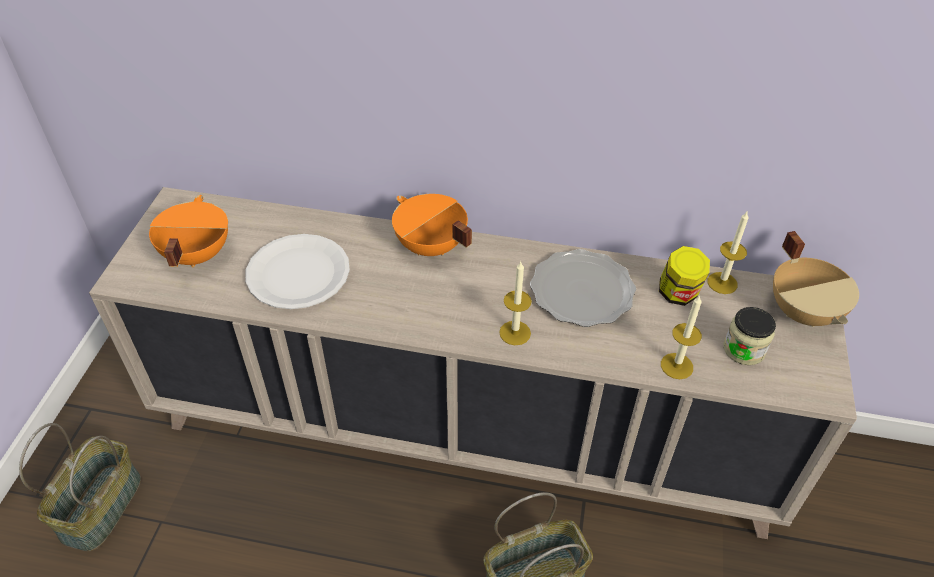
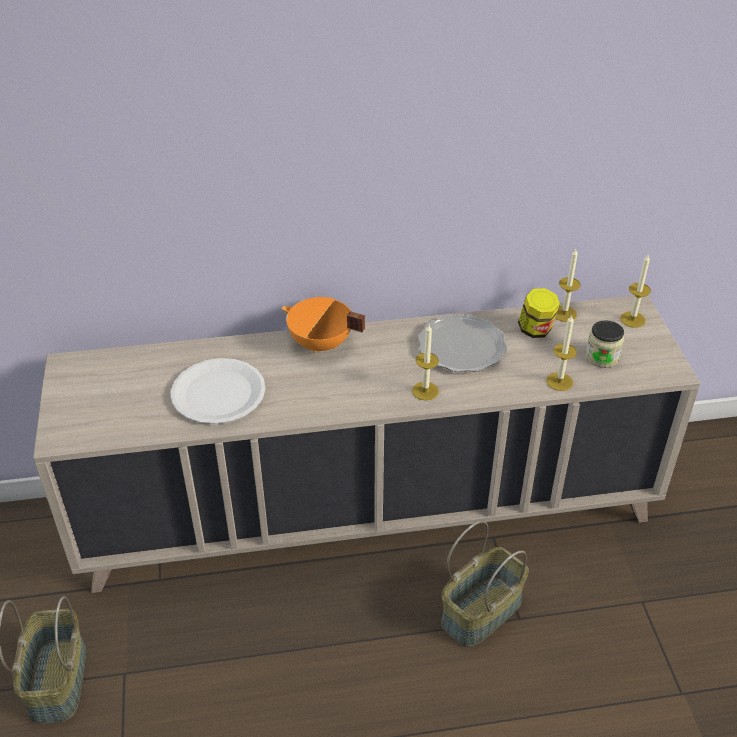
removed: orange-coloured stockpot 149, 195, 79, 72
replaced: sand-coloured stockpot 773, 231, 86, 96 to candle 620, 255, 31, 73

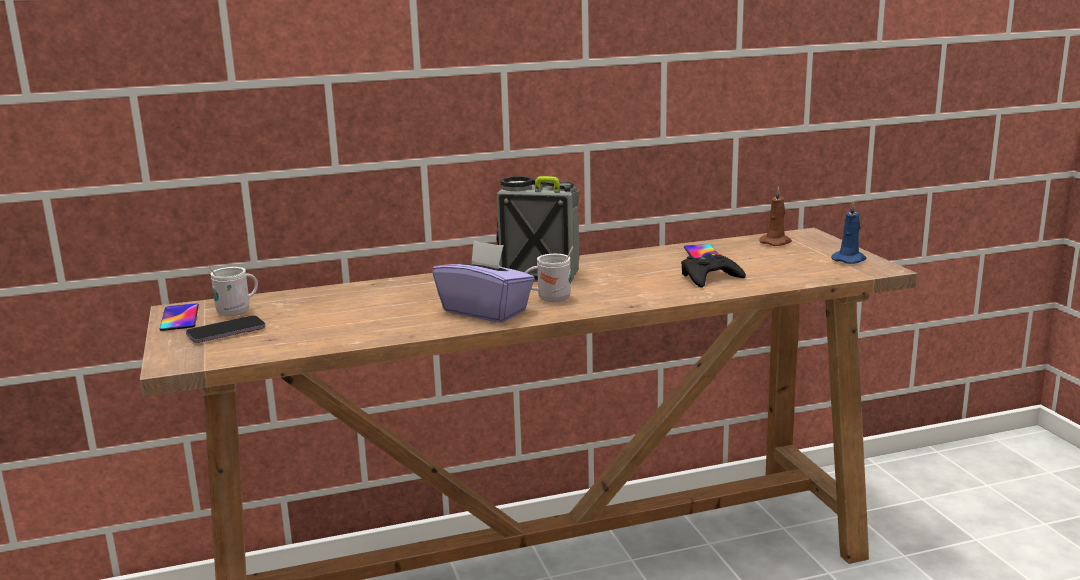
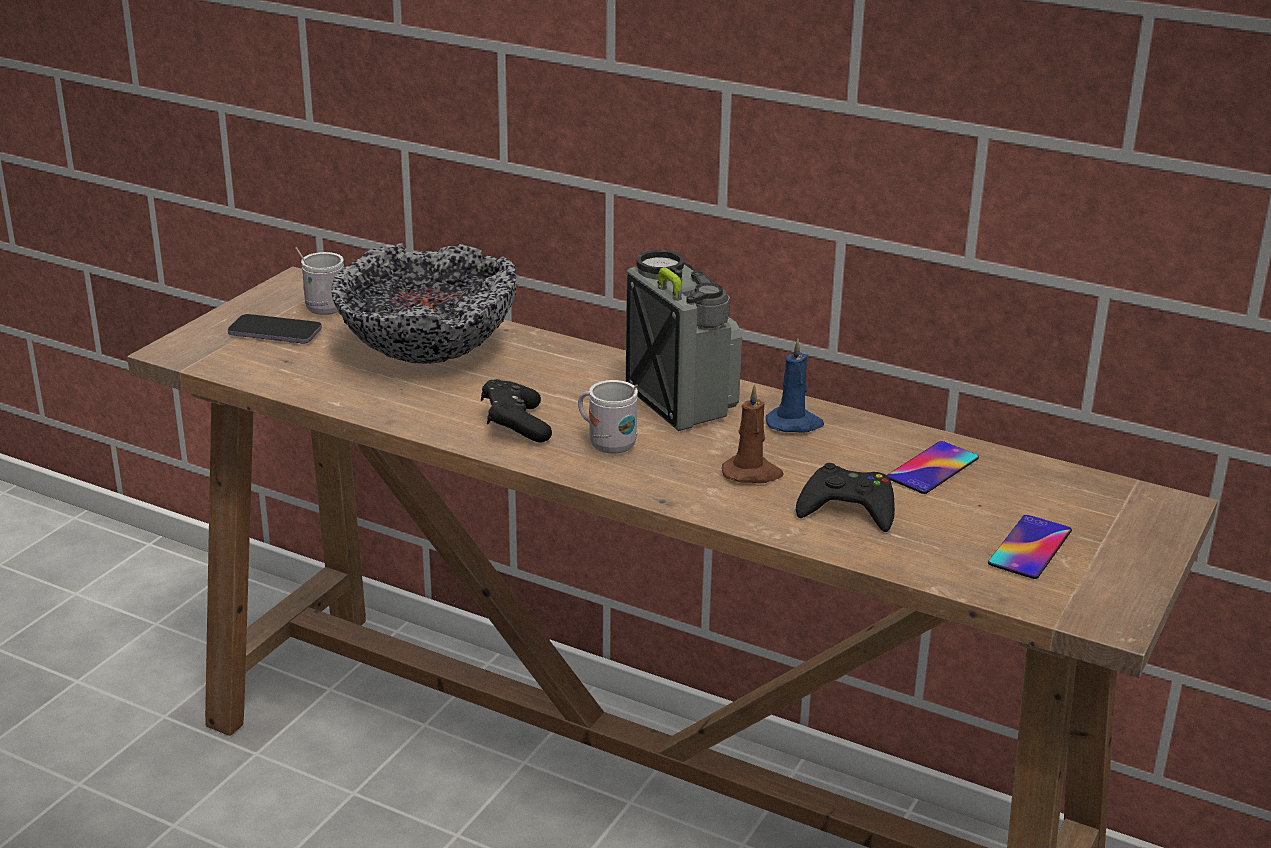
added: serving bowl 331, 243, 185, 121
moved: telephone 160, 303, 39, 28 to 988, 515, 84, 64; brown-coloured candle 759, 186, 33, 60 to 722, 384, 61, 99; blue candle 831, 200, 35, 64 to 766, 339, 58, 94
replaced: purplish box of tissues 432, 240, 103, 83 to blackish gamepad 481, 379, 71, 64

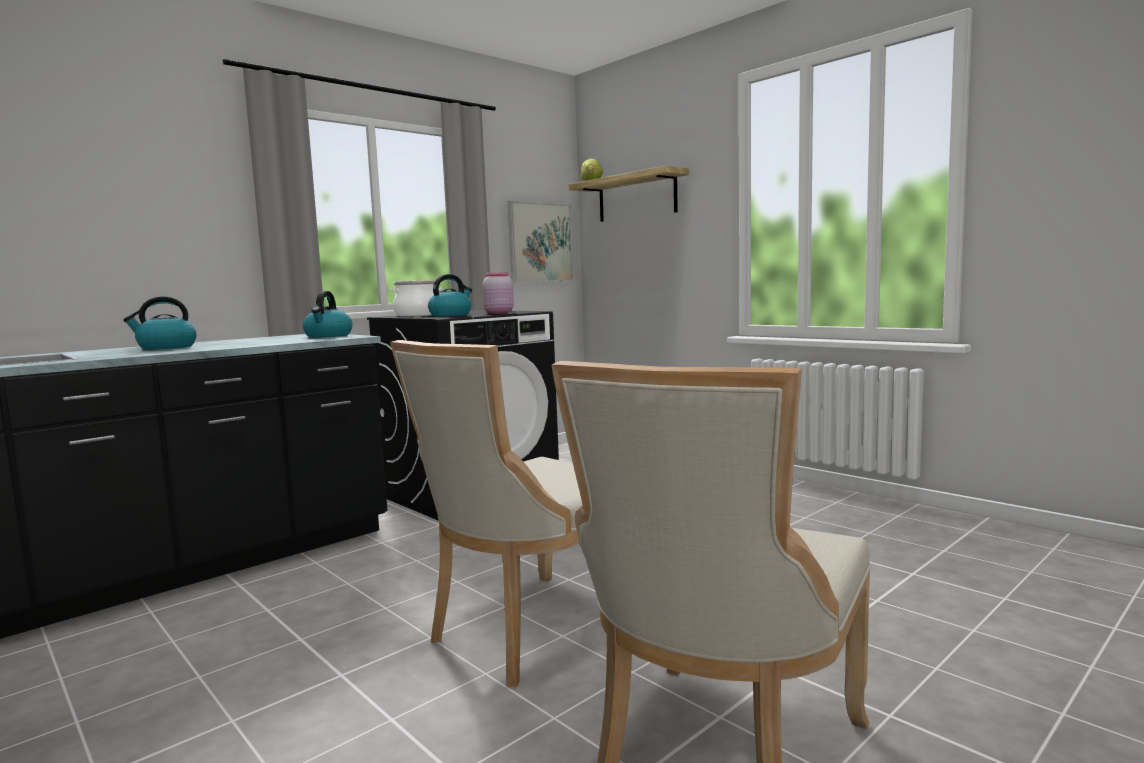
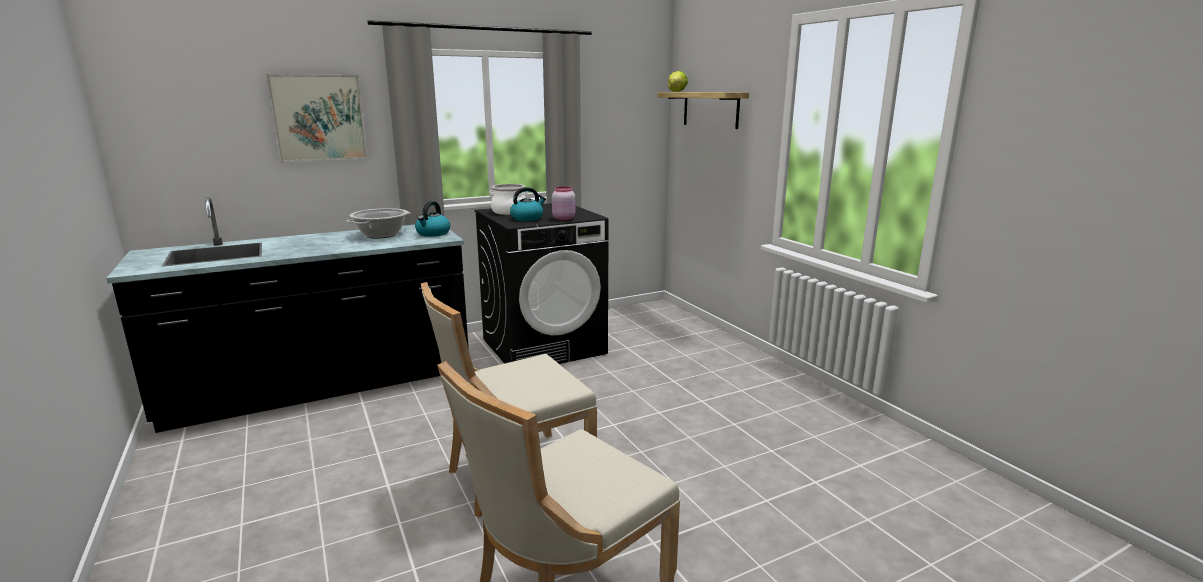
removed: kettle 123, 297, 74, 53
added: stockpot 346, 208, 65, 30
moved: picture 508, 201, 65, 82 to 266, 74, 102, 88

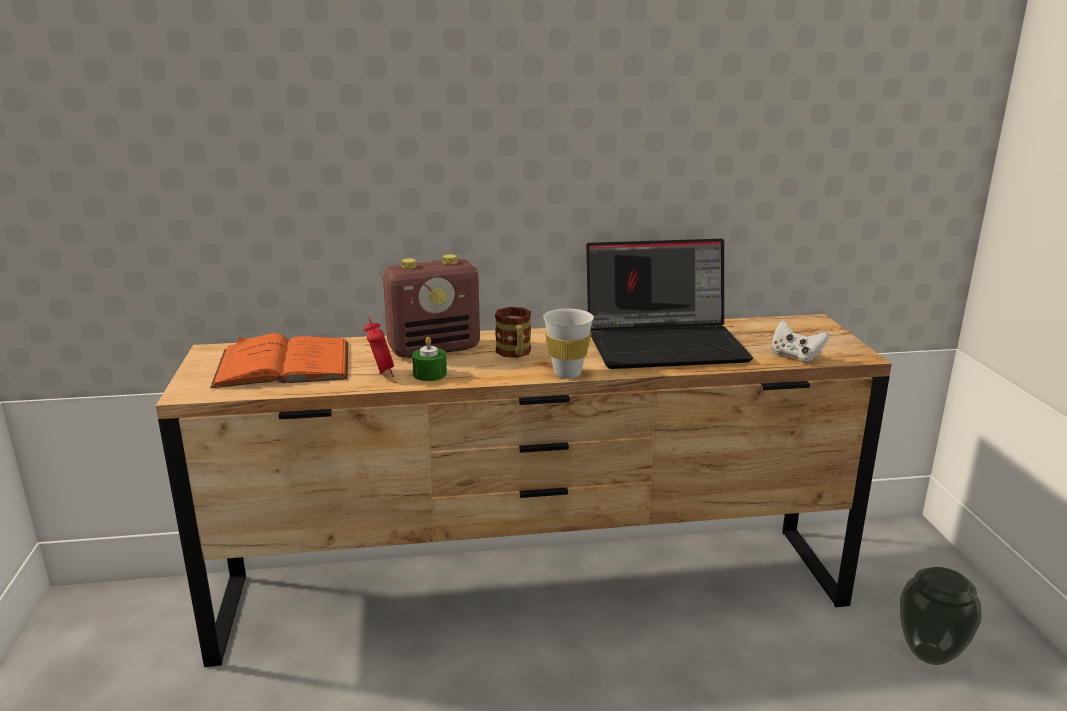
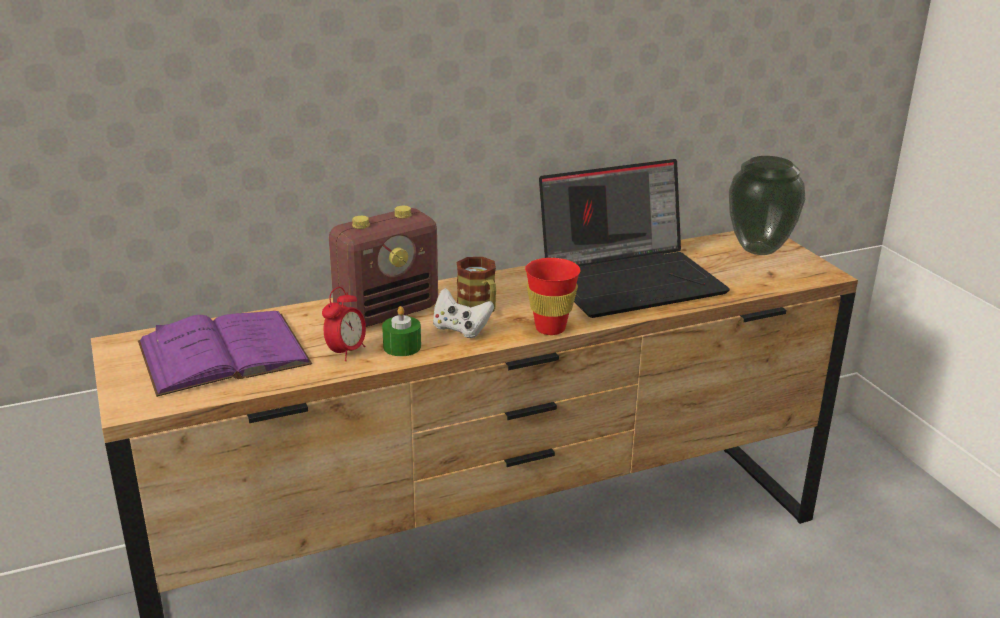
moved: whitish gamepad 771, 320, 58, 43 to 433, 288, 61, 50; decorative vase 900, 567, 82, 98 to 729, 156, 76, 99
recoloured: orange-coloured volume 210, 333, 138, 56 to purplish volume 138, 311, 174, 86; whitish cup 543, 309, 51, 70 to red cup 525, 258, 55, 77
turned: bedside clock 364, 317, 30, 60 = 322, 287, 44, 74 60 degrees clockwise

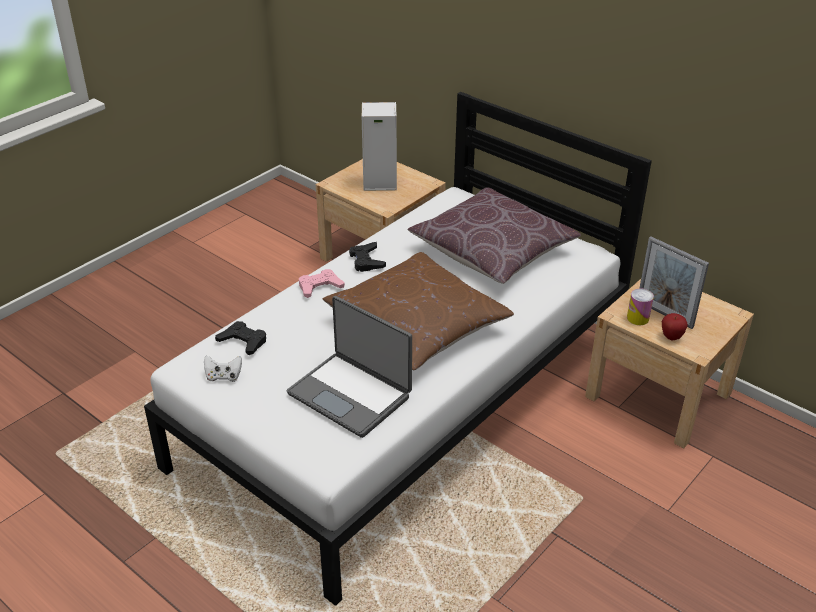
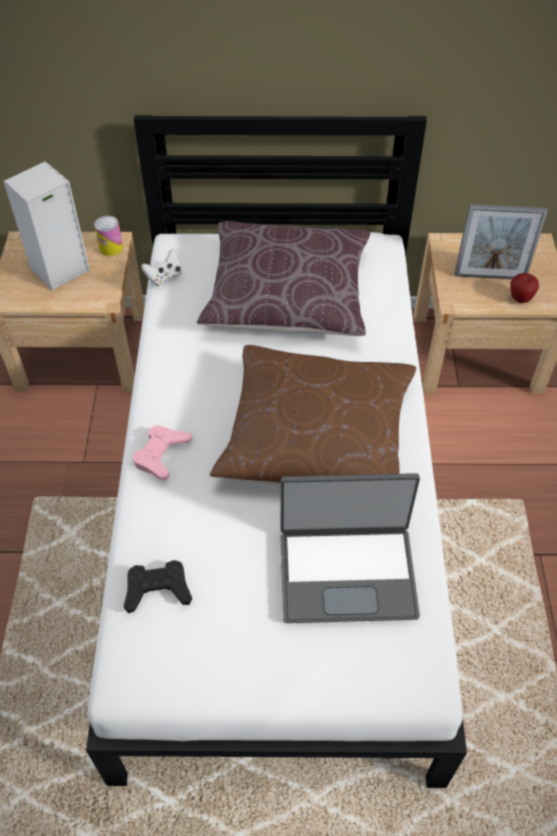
removed: blackish gamepad 349, 242, 37, 30
moved: whitish gamepad 204, 355, 38, 27 to 141, 249, 40, 37; metal can 627, 288, 27, 37 to 94, 216, 29, 40

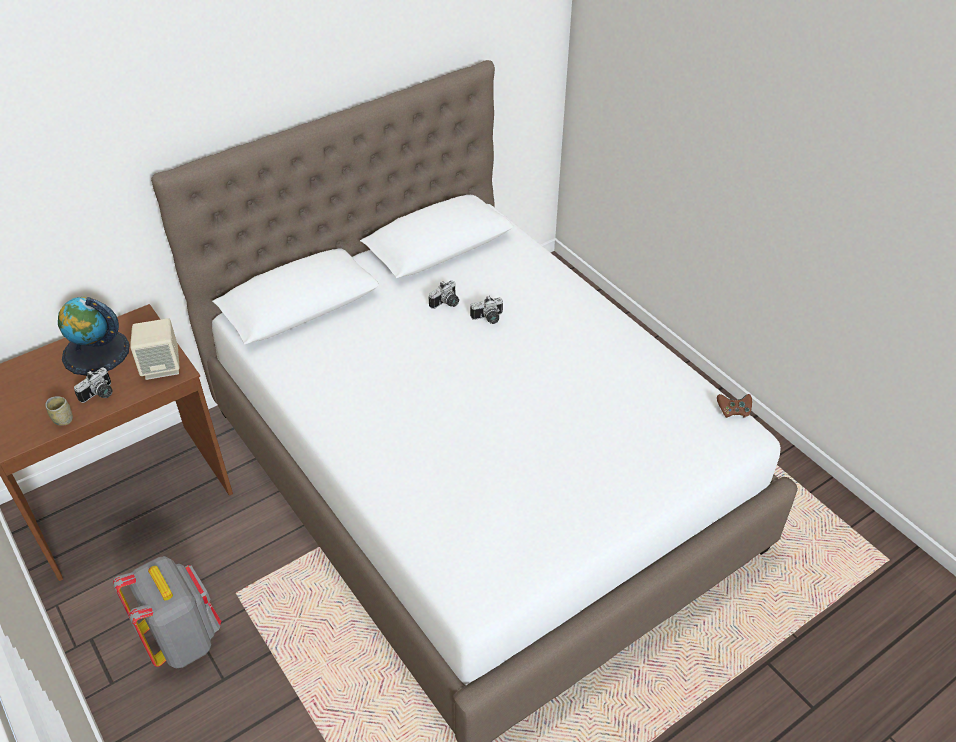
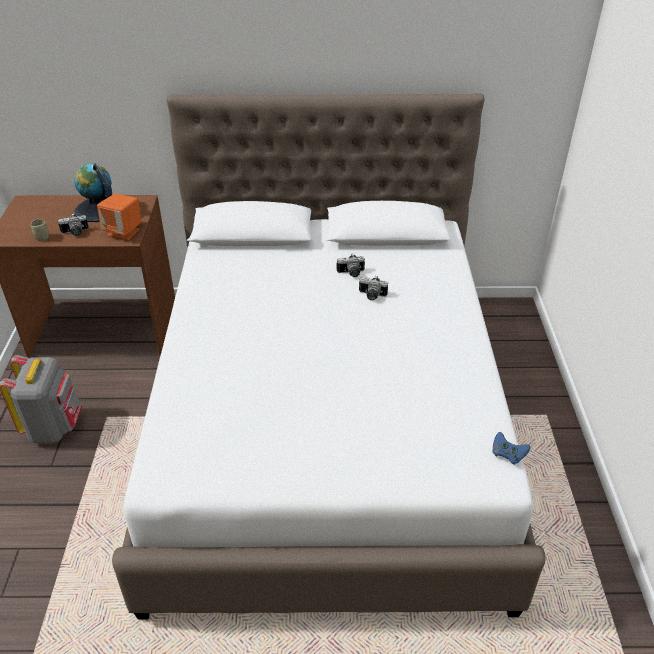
recoloured: sand-coloured loudspeaker 130, 318, 49, 62 to orange-coloured loudspeaker 97, 193, 44, 47; brown-coloured gamepad 717, 394, 35, 24 to blue gamepad 493, 432, 38, 33

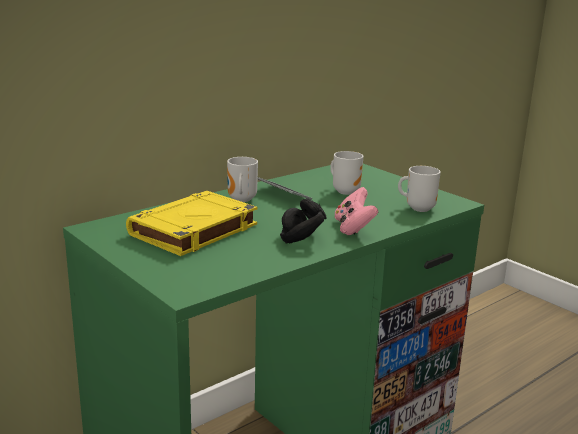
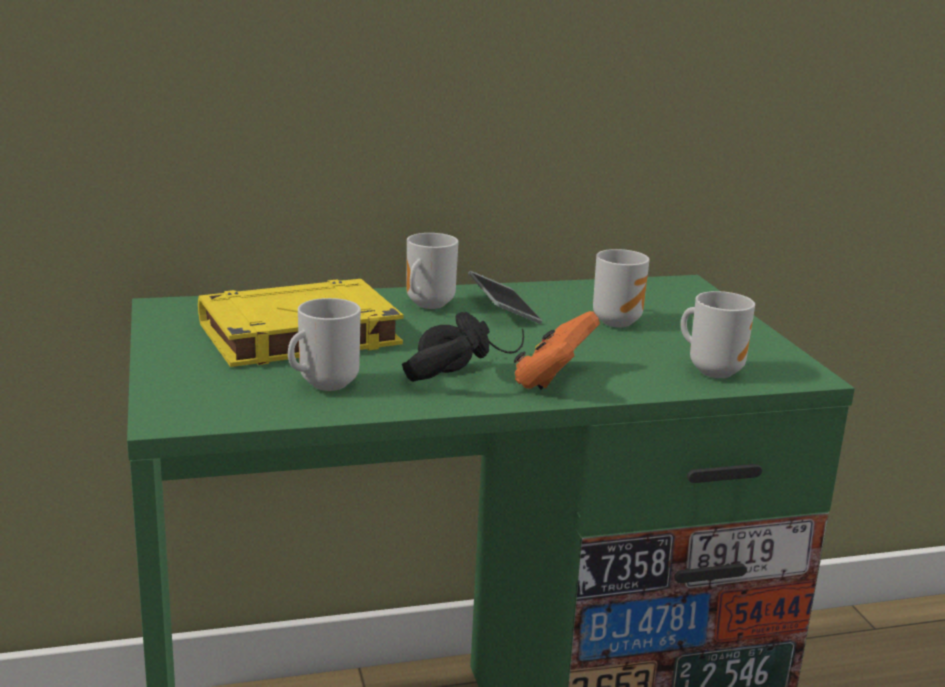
added: coffee mug 288, 298, 73, 93
recoloured: pinkish gamepad 335, 187, 43, 48 to orange-coloured gamepad 514, 311, 86, 79

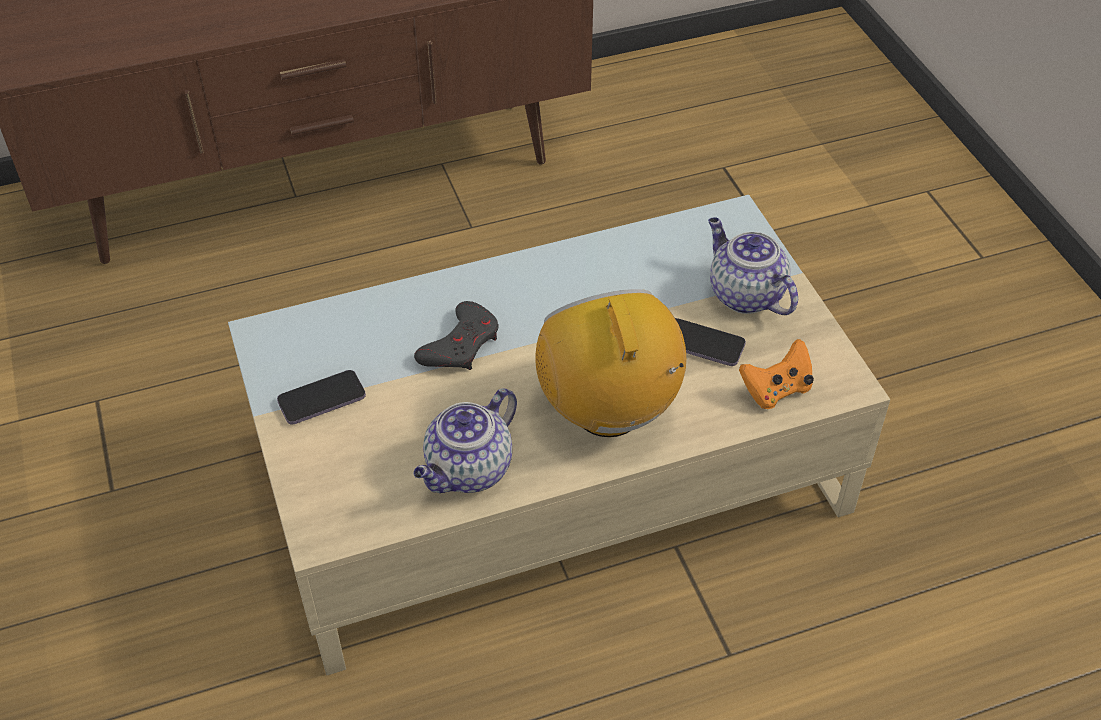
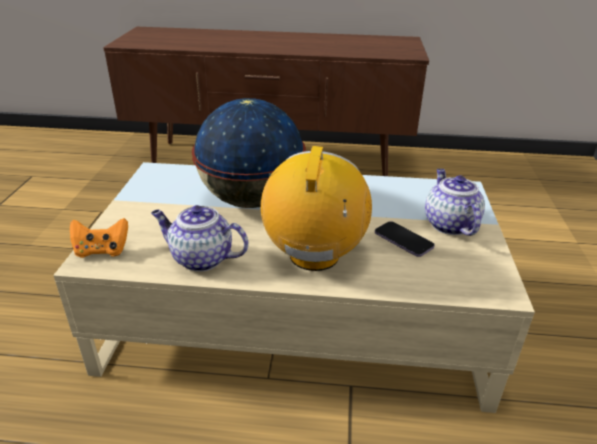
removed: telephone 277, 370, 89, 55
moved: orange-coloured gamepad 739, 339, 75, 70 to 70, 218, 58, 40
replaced: greyish gamepad 414, 301, 85, 69 to desk globe 192, 98, 114, 110
turned: tea pot 414, 388, 103, 105 = 151, 205, 97, 67 45 degrees clockwise

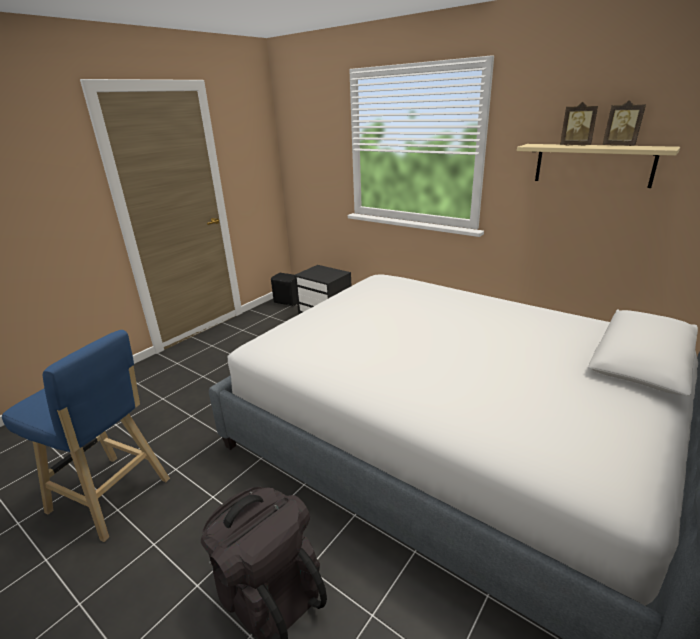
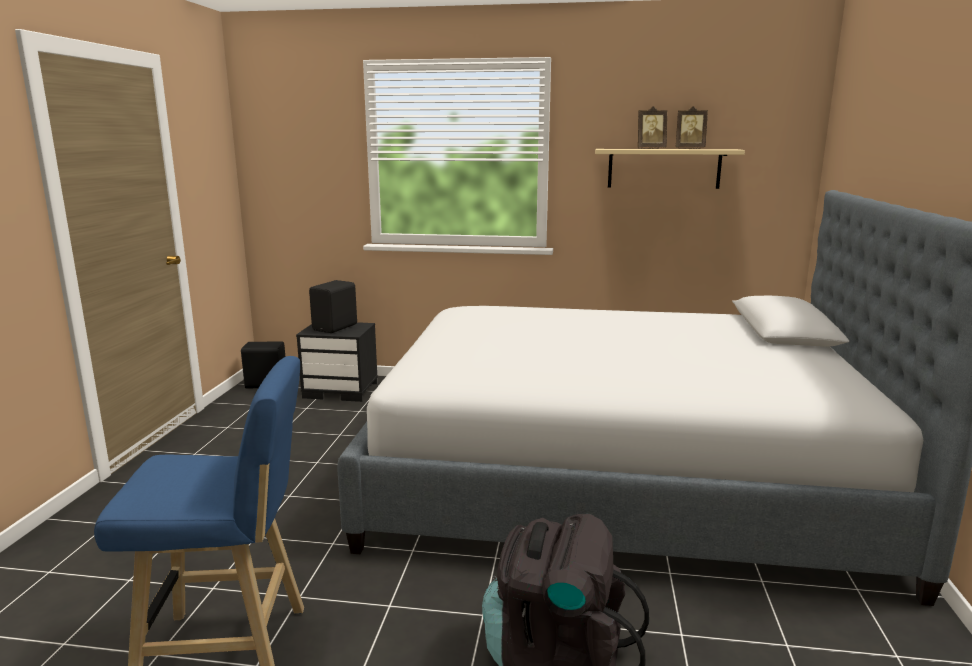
added: blackish loudspeaker 309, 280, 48, 53

